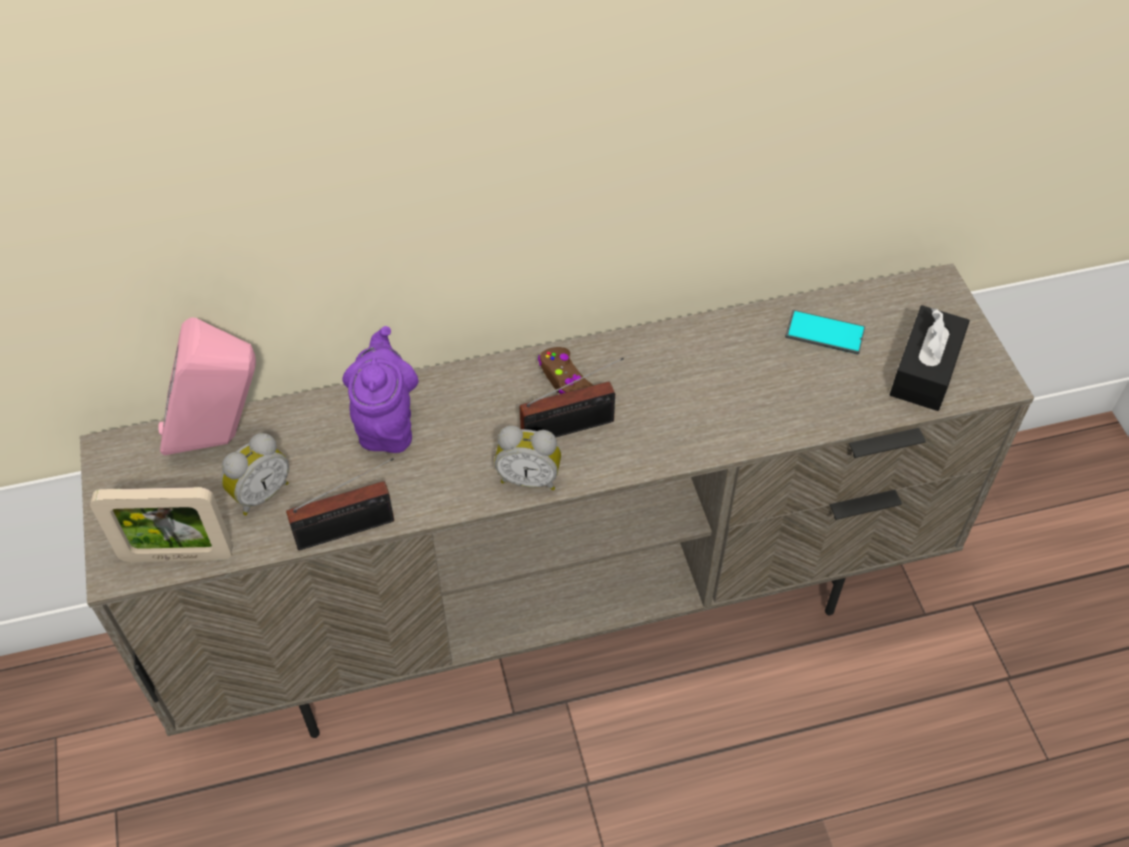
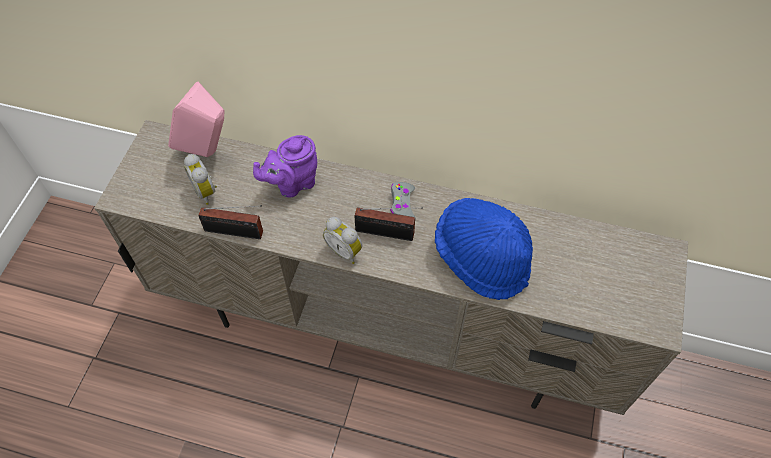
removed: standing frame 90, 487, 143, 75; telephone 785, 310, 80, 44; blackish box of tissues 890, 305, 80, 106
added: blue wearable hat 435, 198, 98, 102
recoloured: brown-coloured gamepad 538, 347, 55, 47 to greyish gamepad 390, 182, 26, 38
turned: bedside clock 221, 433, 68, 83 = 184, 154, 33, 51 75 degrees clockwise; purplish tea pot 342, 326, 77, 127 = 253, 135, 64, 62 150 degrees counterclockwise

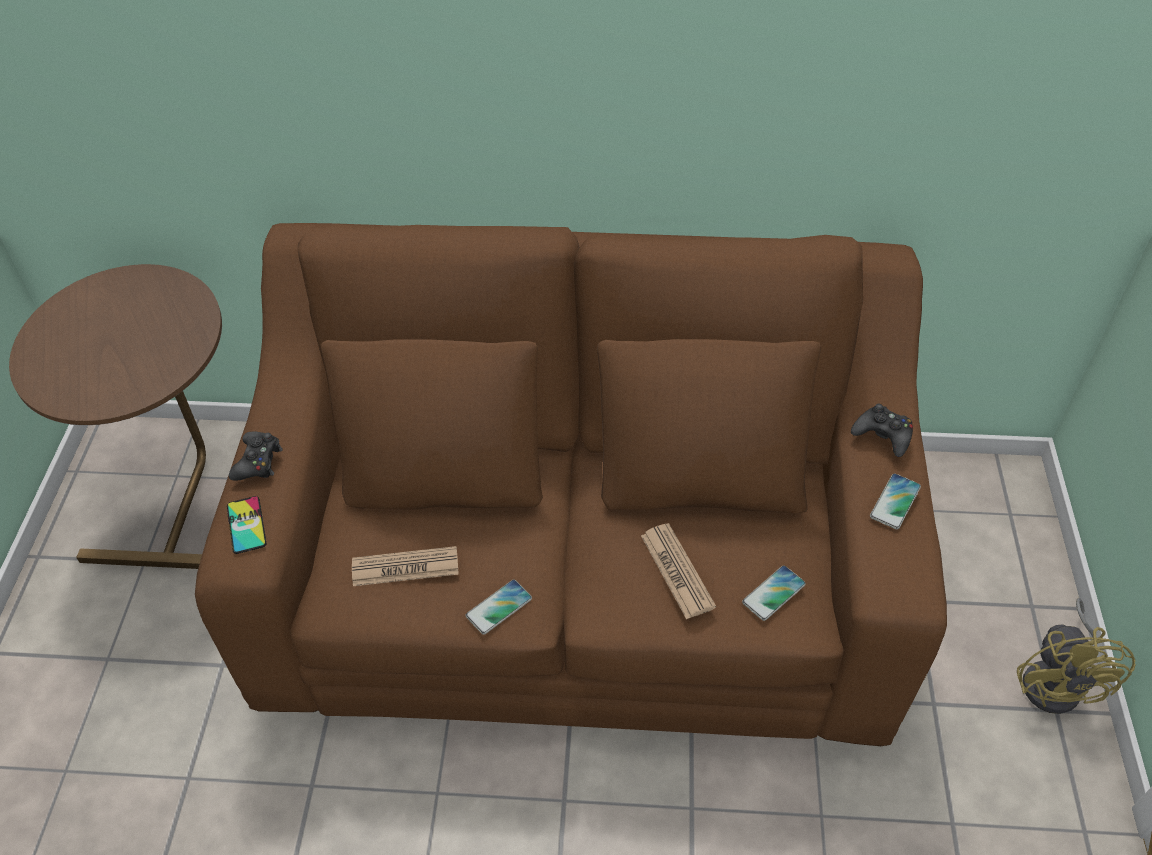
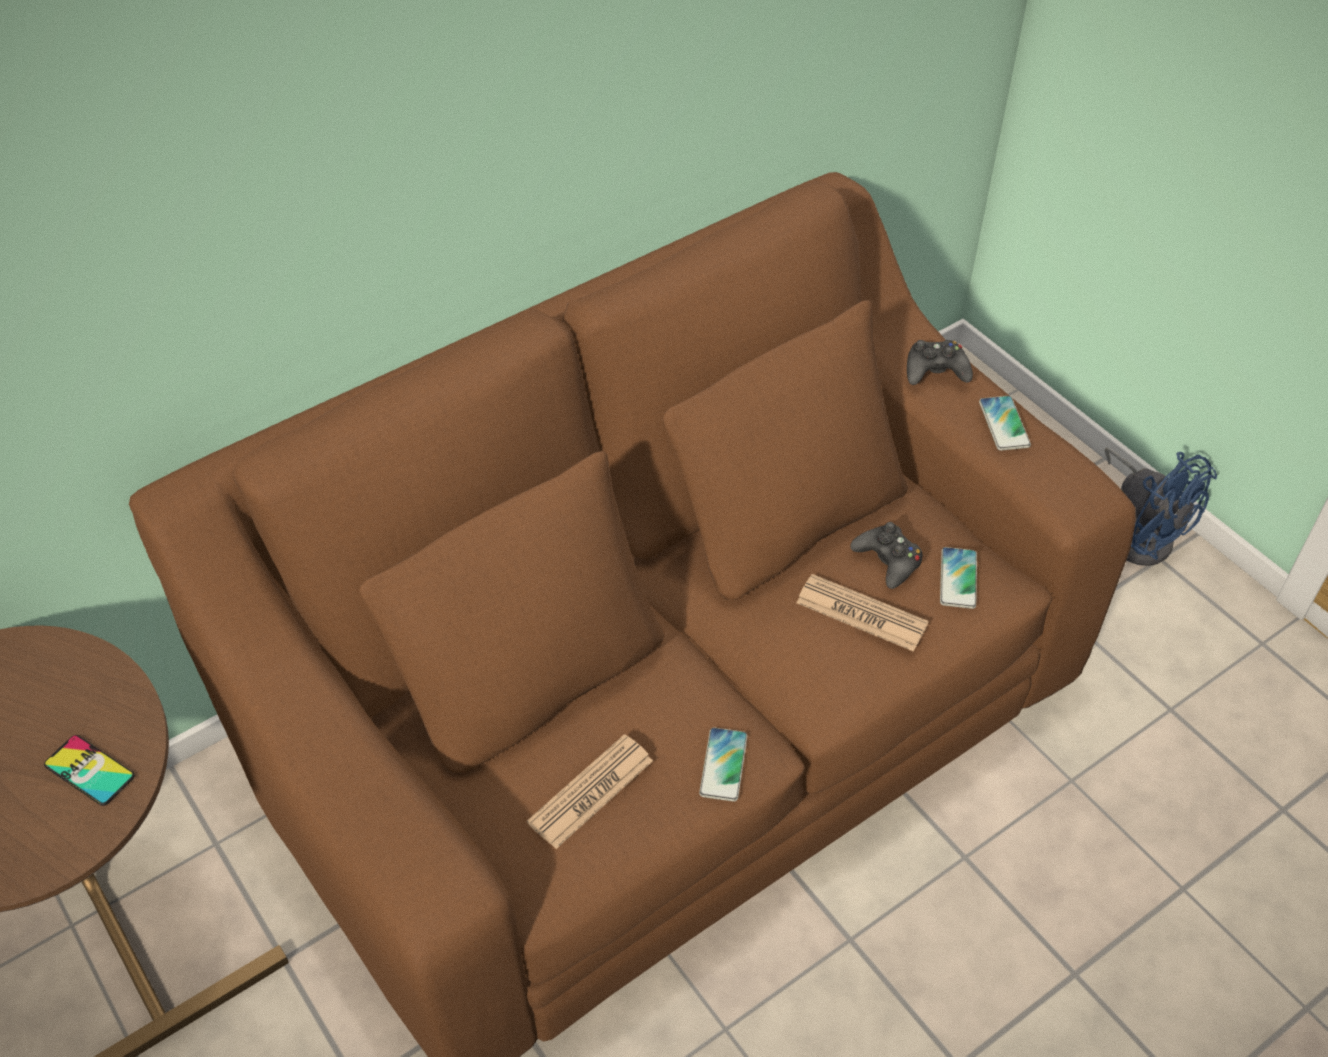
moved: telephone 227, 496, 39, 58 to 44, 735, 91, 71; blackish gamepad 229, 432, 54, 49 to 850, 522, 73, 67
recoloured: yellow-coloured electric fan 1017, 598, 119, 116 to blue electric fan 1105, 447, 112, 119

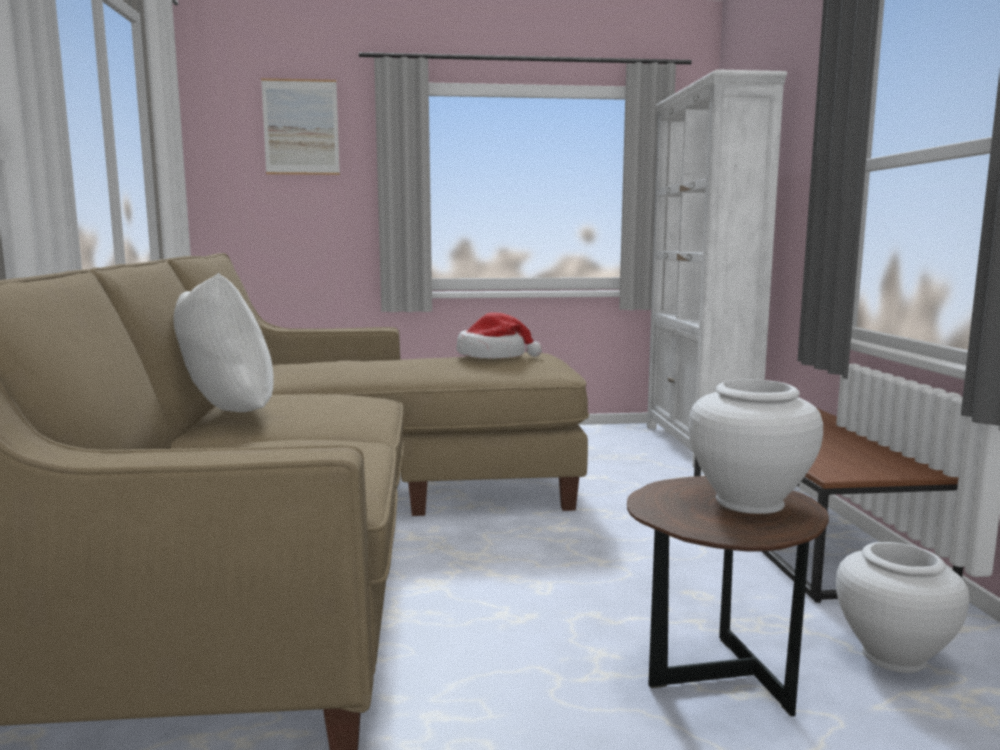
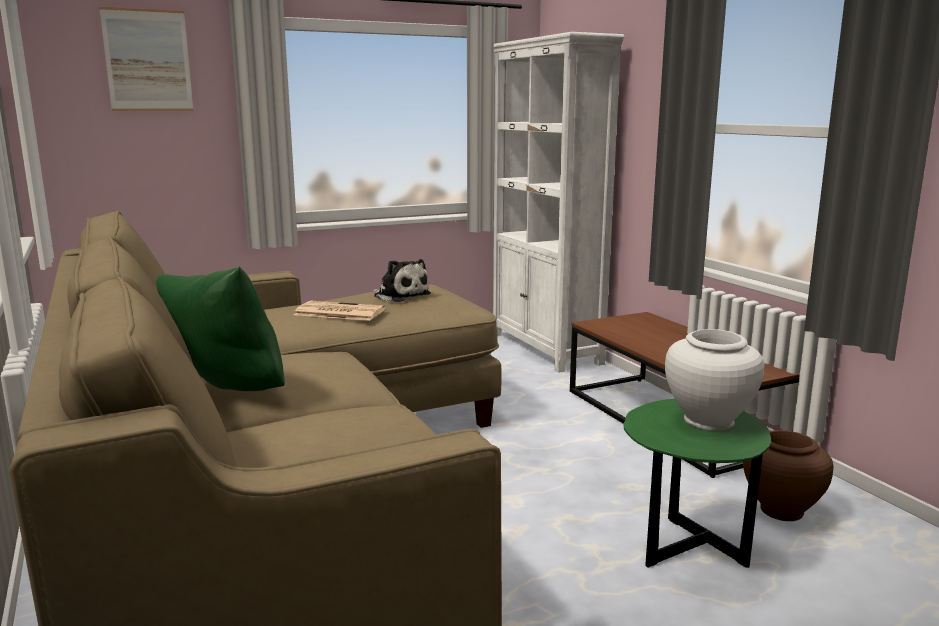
added: daily paper 294, 301, 92, 20
replaced: wearable hat 456, 312, 86, 47 to soft toy 372, 259, 59, 43
recoloured: whitish pillow 174, 273, 100, 139 to green pillow 156, 266, 129, 125; brown-coloured end table 627, 476, 202, 240 to green end table 624, 399, 147, 169; whitish decorative vase 836, 542, 134, 131 to brown-coloured decorative vase 743, 430, 91, 91

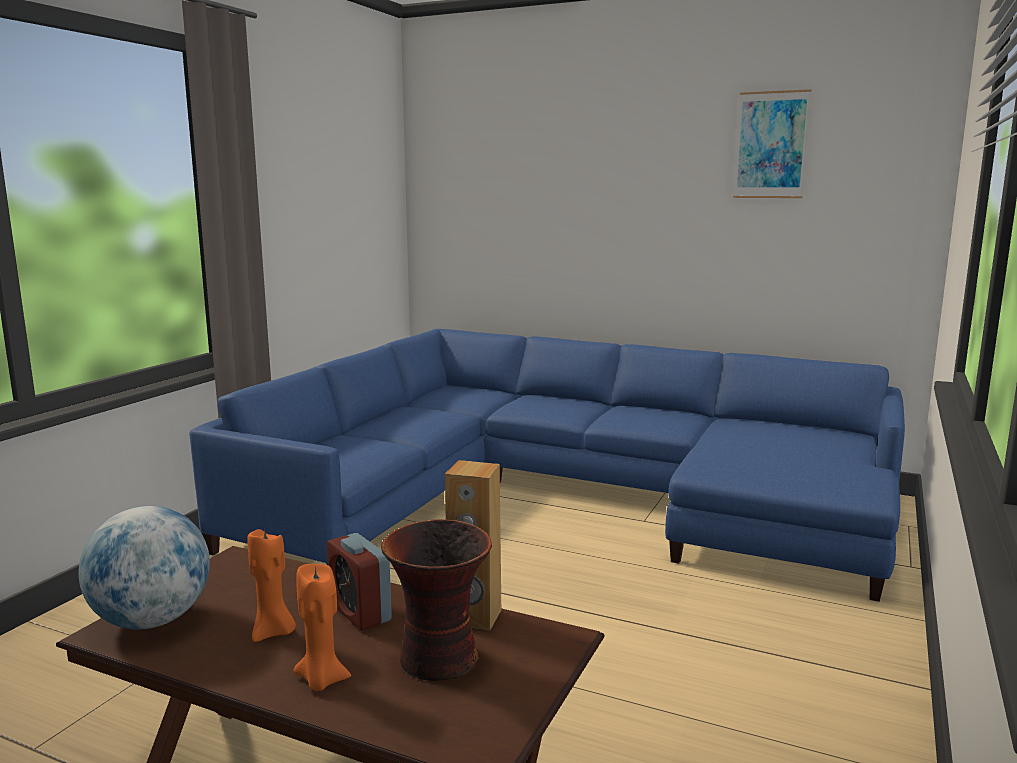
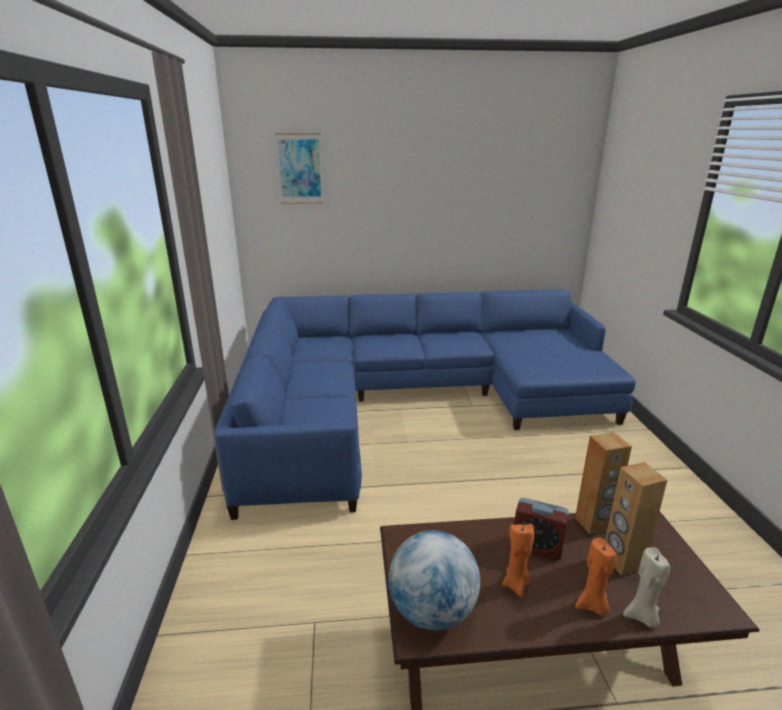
added: sand-coloured candle 623, 547, 47, 80
moved: picture 733, 89, 78, 109 to 275, 133, 49, 71
replaced: decorative vase 381, 519, 111, 162 to brown-coloured loudspeaker 605, 462, 62, 114

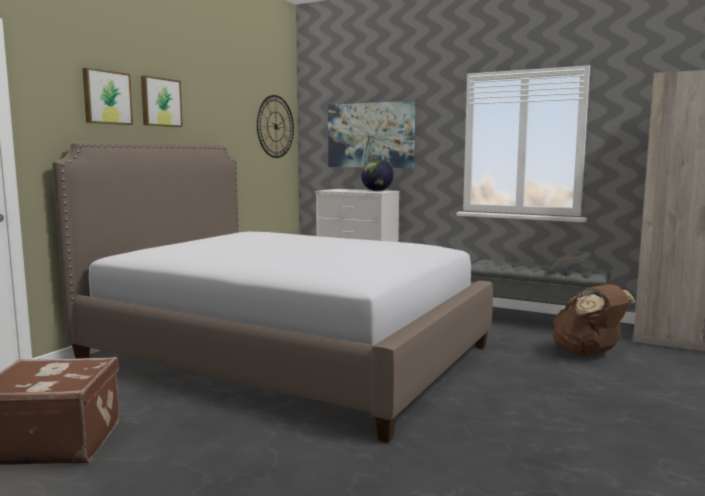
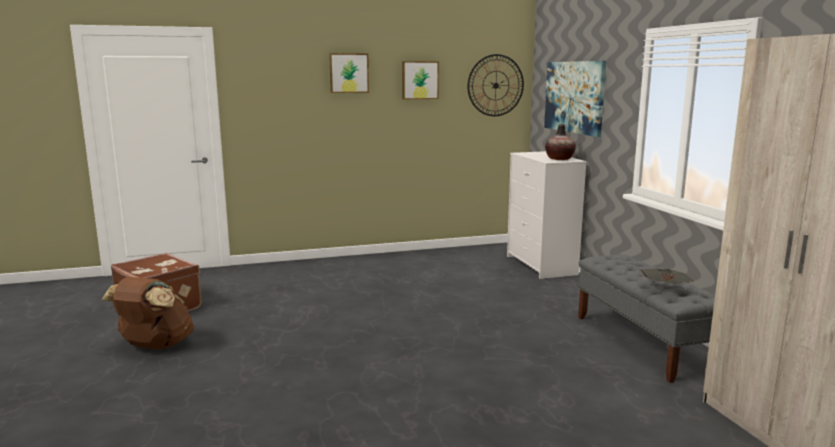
removed: bedroom bed 52, 142, 441, 301
moved: picture 82, 68, 51, 57 to 402, 61, 37, 38; brown-coloured rucksack 552, 284, 83, 73 to 102, 277, 92, 72
replaced: desk globe 361, 159, 32, 32 to decorative vase 545, 124, 31, 36

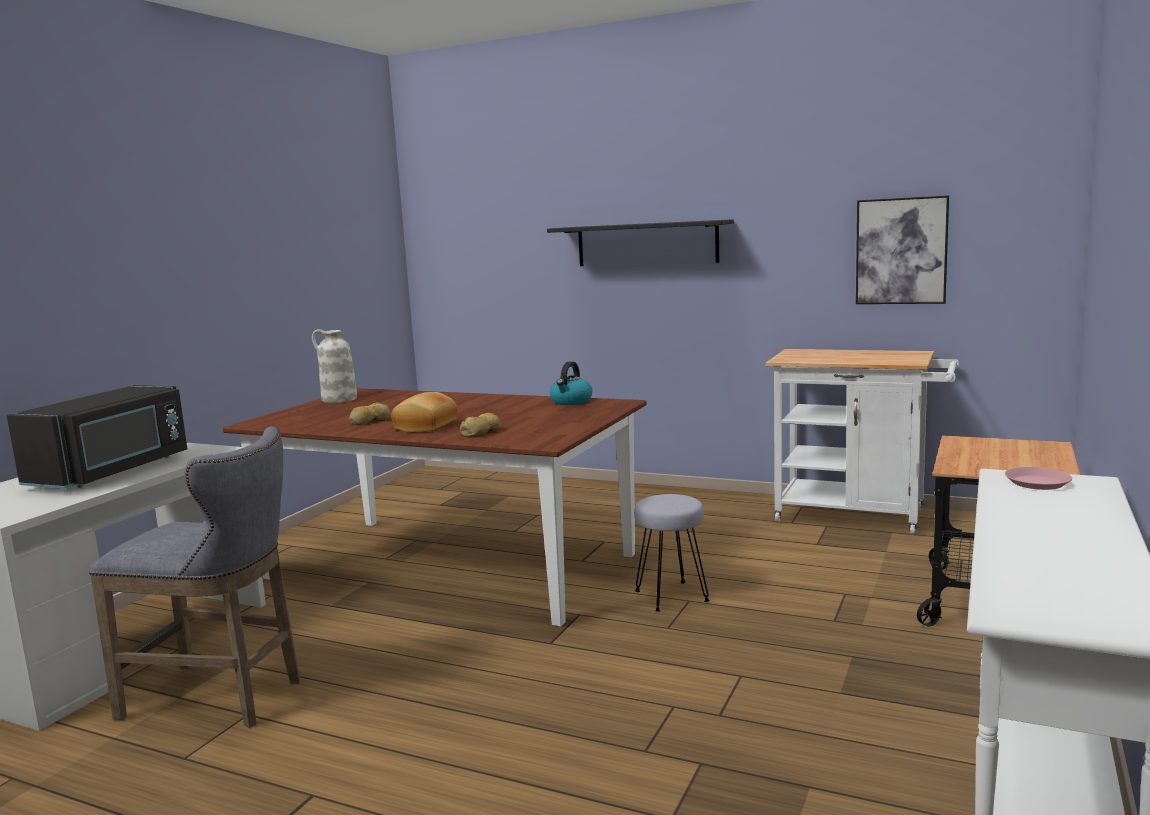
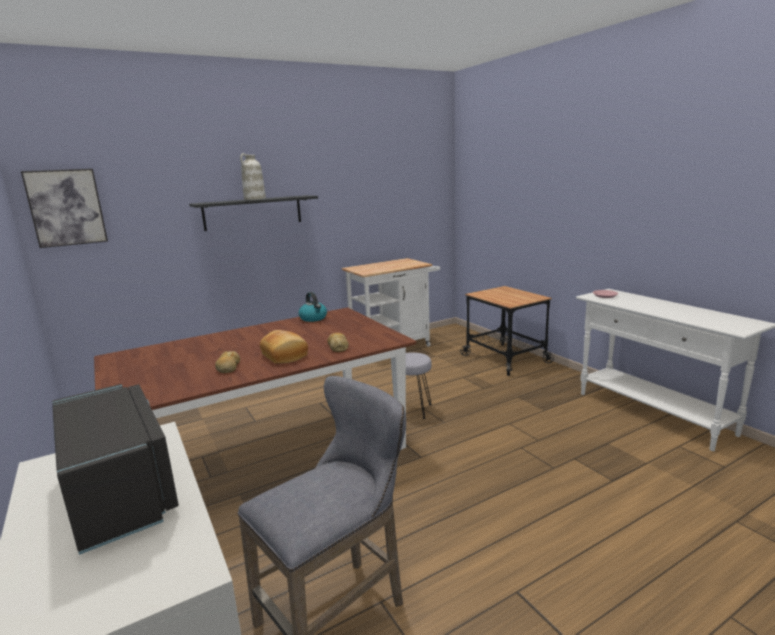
moved: whitish decorative vase 312, 329, 45, 74 to 240, 153, 26, 47; picture 856, 195, 93, 109 to 21, 169, 87, 79

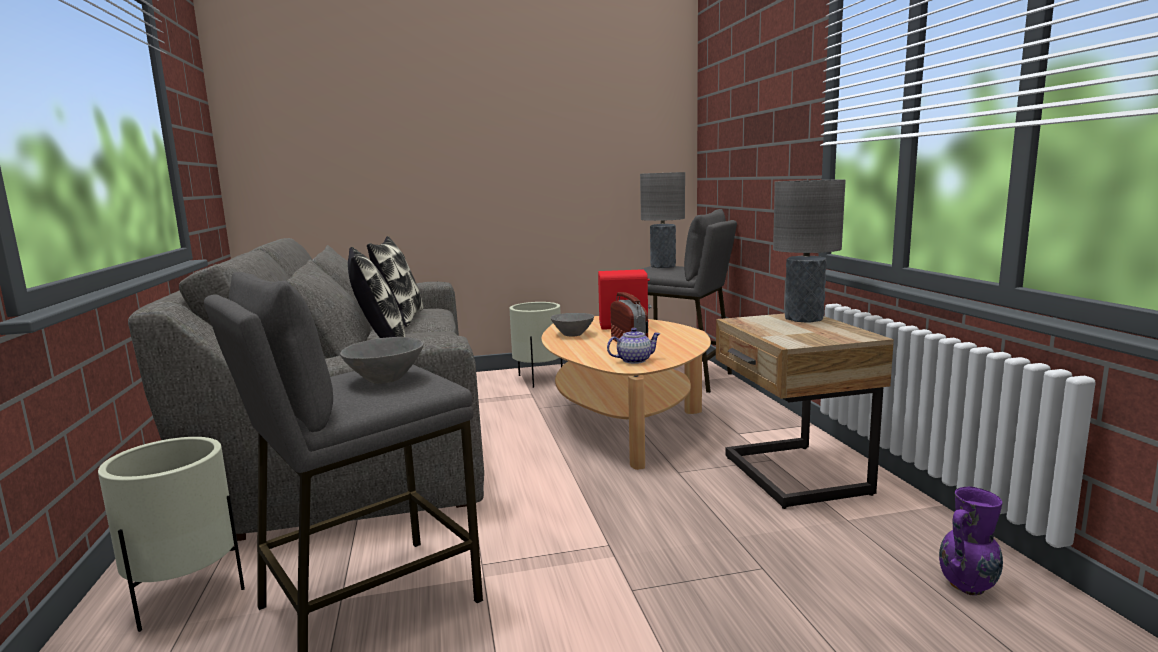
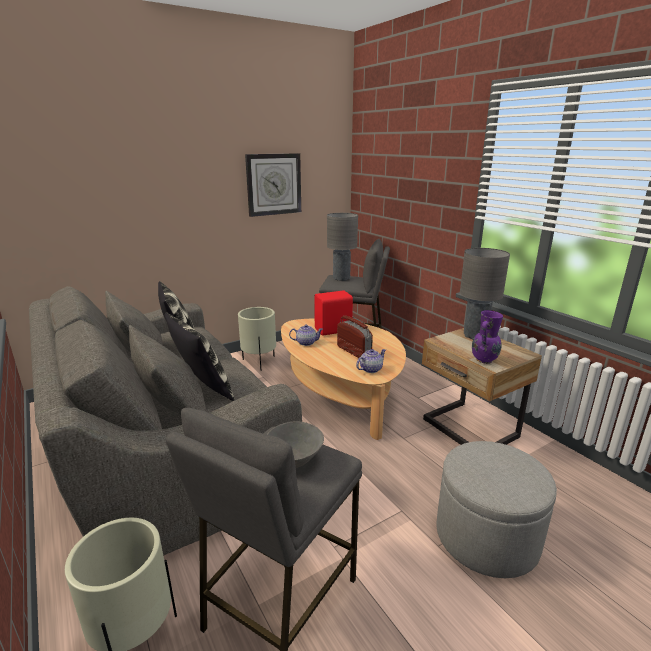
added: clock on the wall 245, 153, 56, 64; greyish ottoman 436, 441, 121, 137
moved: purplish decorative vase 939, 487, 64, 109 to 472, 310, 31, 54
replaced: greyish serving bowl 550, 313, 44, 24 to tea pot 289, 324, 34, 22

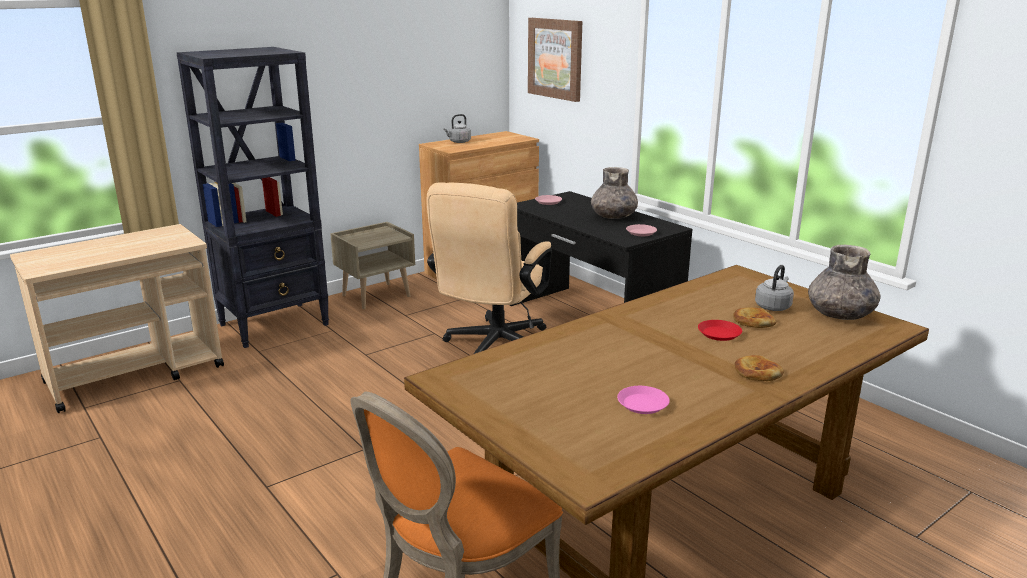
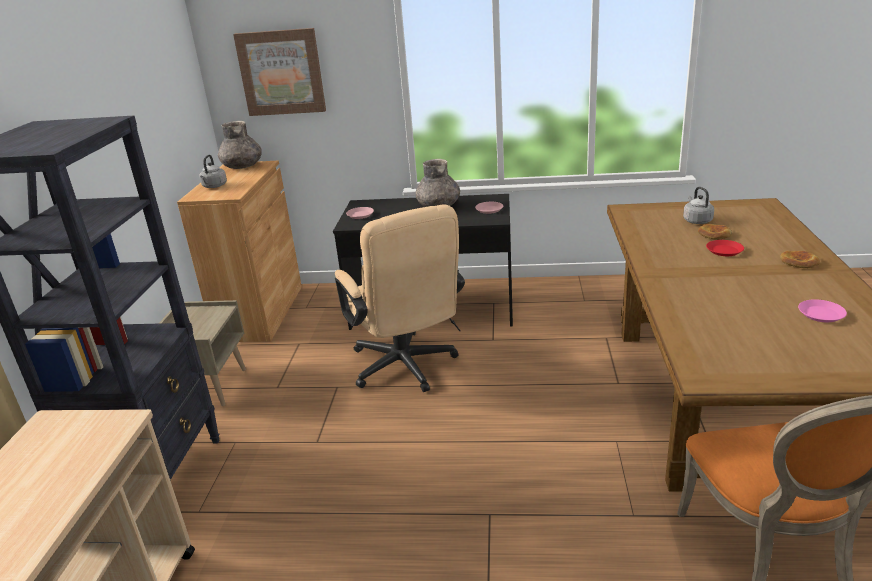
moved: greyish decorative vase 808, 245, 72, 75 to 218, 121, 44, 48

